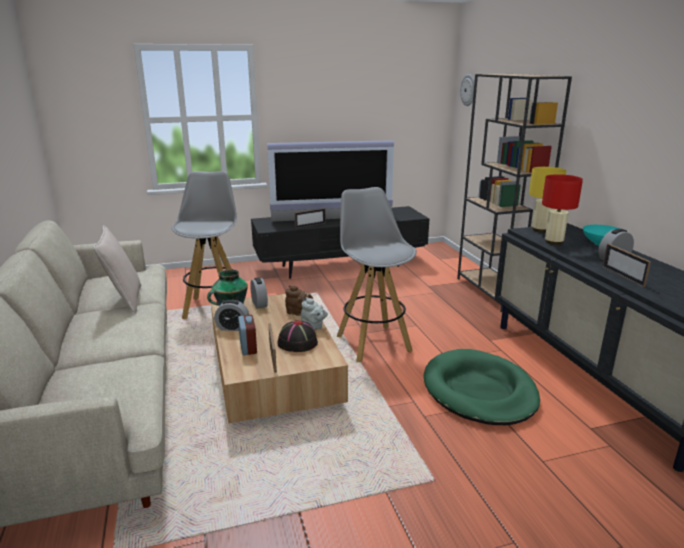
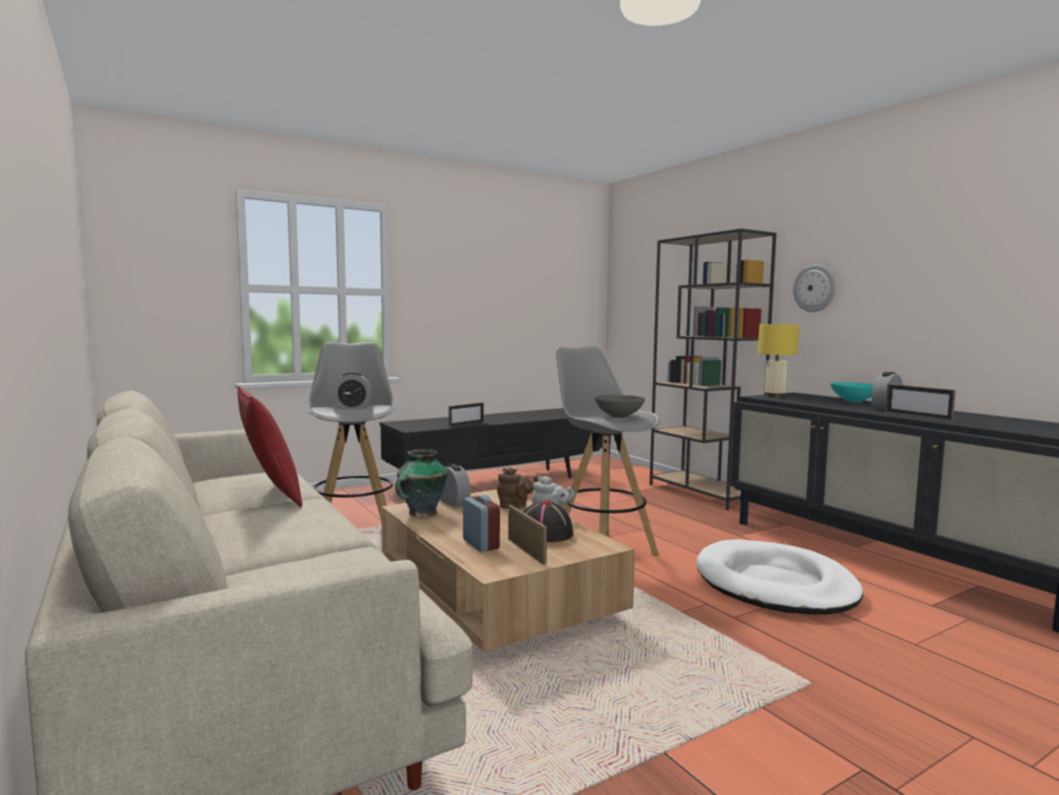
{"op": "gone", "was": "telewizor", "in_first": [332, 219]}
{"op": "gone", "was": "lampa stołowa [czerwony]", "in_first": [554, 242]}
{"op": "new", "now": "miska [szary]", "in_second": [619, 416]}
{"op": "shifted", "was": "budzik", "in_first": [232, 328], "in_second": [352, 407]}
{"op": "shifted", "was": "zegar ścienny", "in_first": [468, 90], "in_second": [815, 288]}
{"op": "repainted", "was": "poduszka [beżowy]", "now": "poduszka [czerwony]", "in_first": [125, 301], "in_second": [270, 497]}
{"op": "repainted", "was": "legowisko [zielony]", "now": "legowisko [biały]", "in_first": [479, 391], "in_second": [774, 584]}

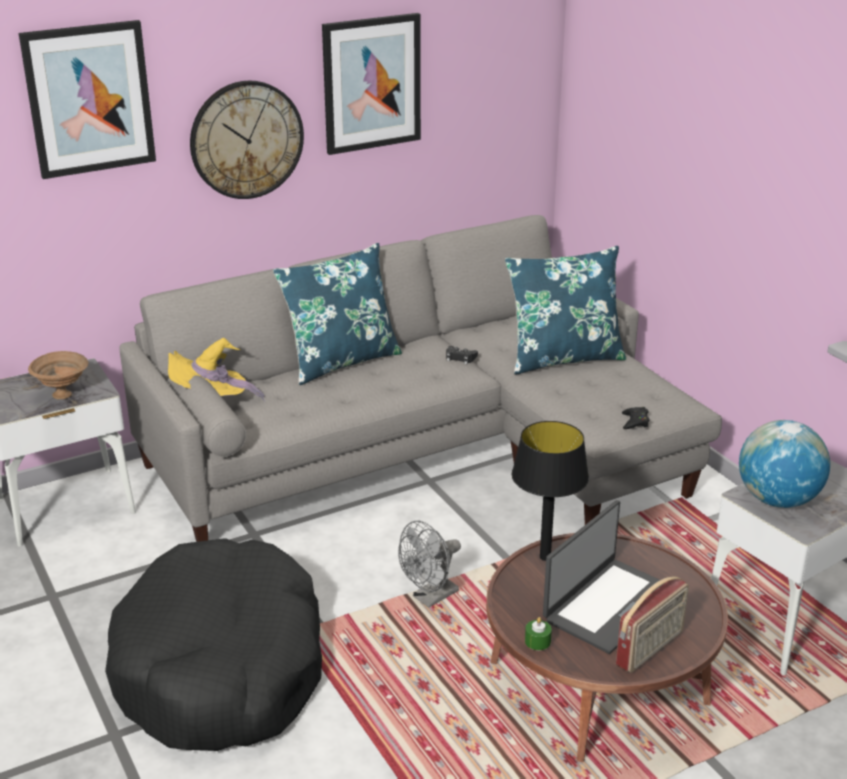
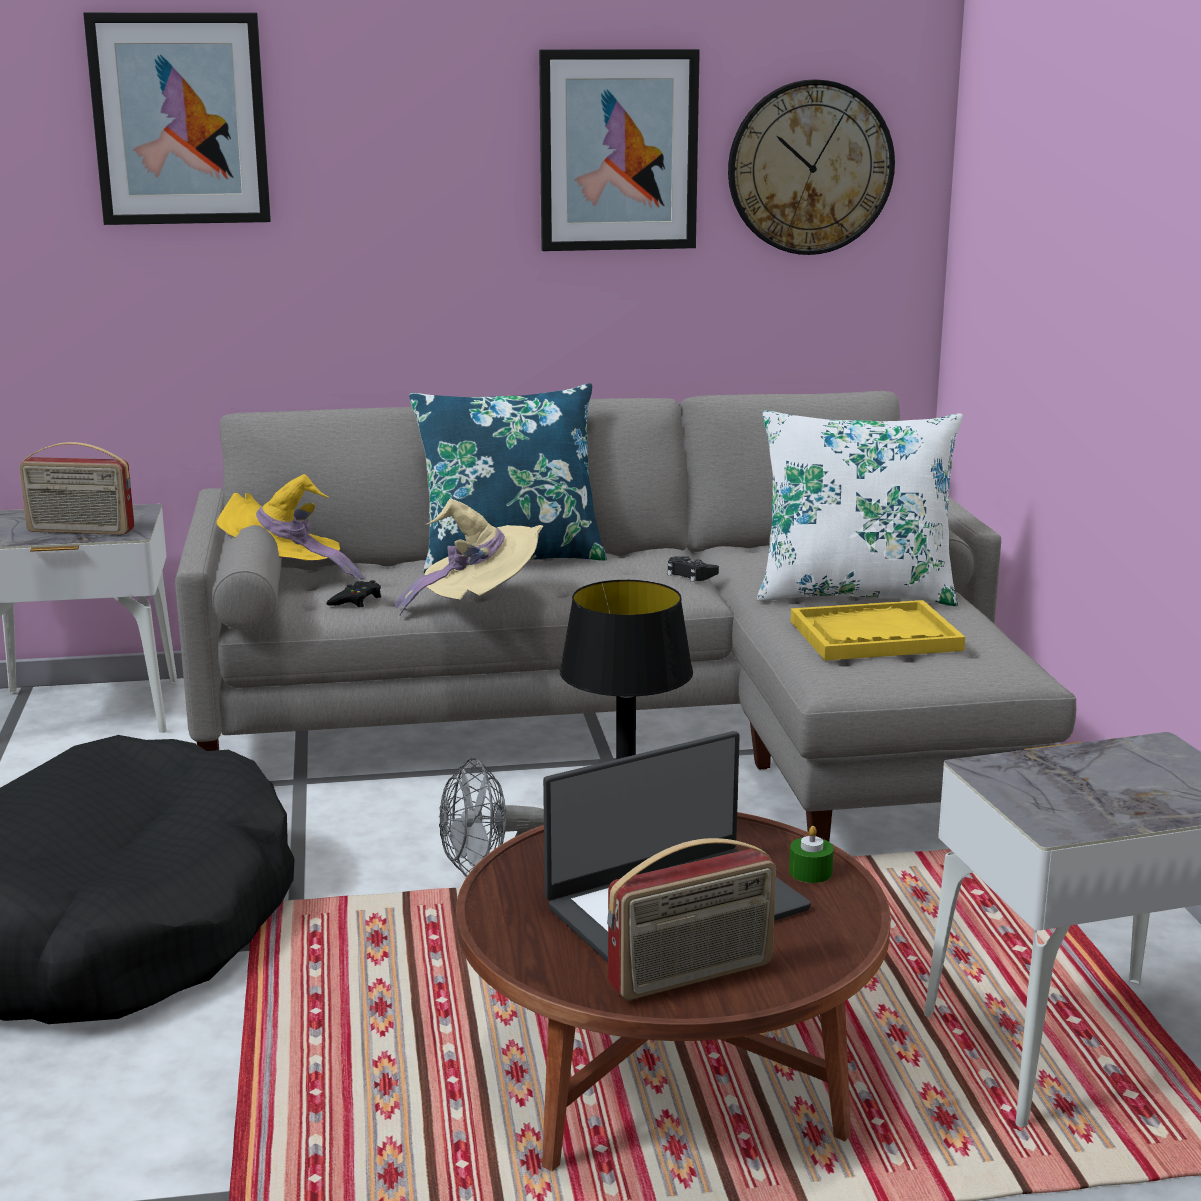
{"op": "gone", "was": "globus", "in_first": [777, 499]}
{"op": "new", "now": "kapelusz [beżowy]", "in_second": [479, 604]}
{"op": "new", "now": "taca [żółty]", "in_second": [874, 636]}
{"op": "shifted", "was": "zegar ścienny", "in_first": [246, 140], "in_second": [810, 168]}
{"op": "shifted", "was": "świeca [zielony]", "in_first": [537, 641], "in_second": [810, 872]}
{"op": "shifted", "was": "pad do gier [czarny]", "in_first": [635, 422], "in_second": [356, 601]}
{"op": "swapped", "was": "miska [brązowy]", "now": "radio", "in_first": [63, 395], "in_second": [80, 531]}
{"op": "repainted", "was": "poduszka [niebieski]", "now": "poduszka [biały]", "in_first": [563, 358], "in_second": [854, 593]}

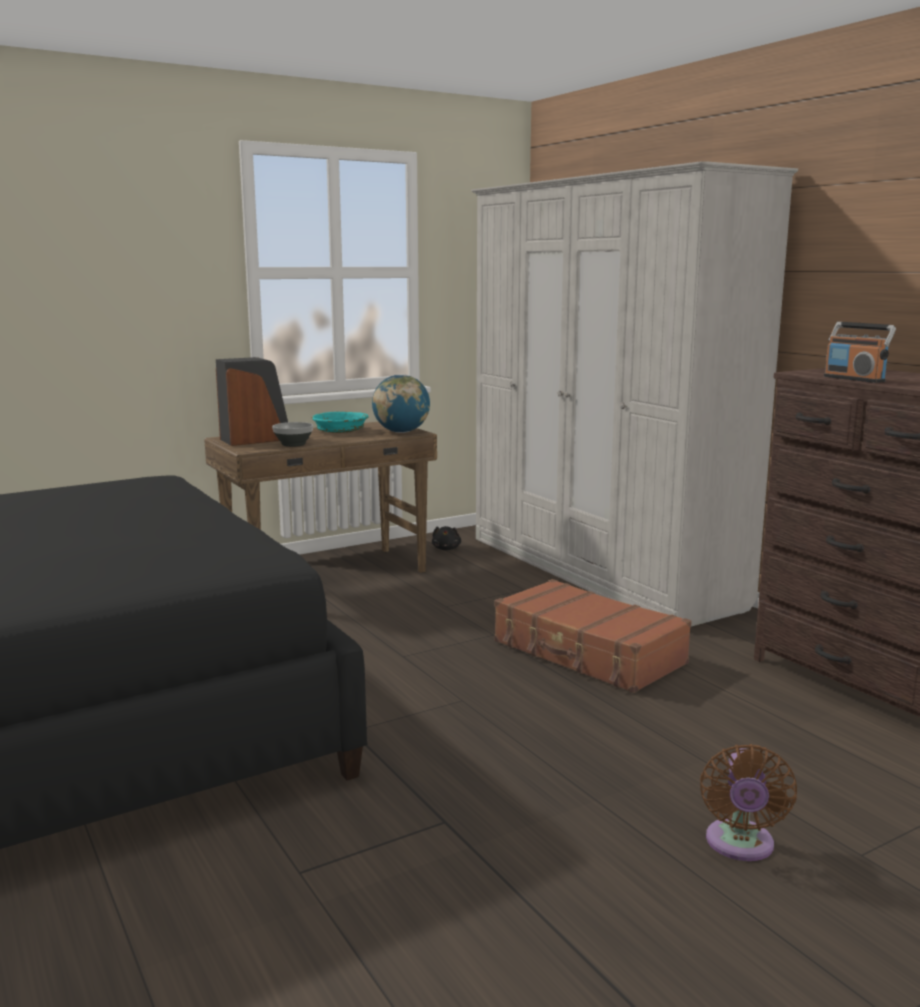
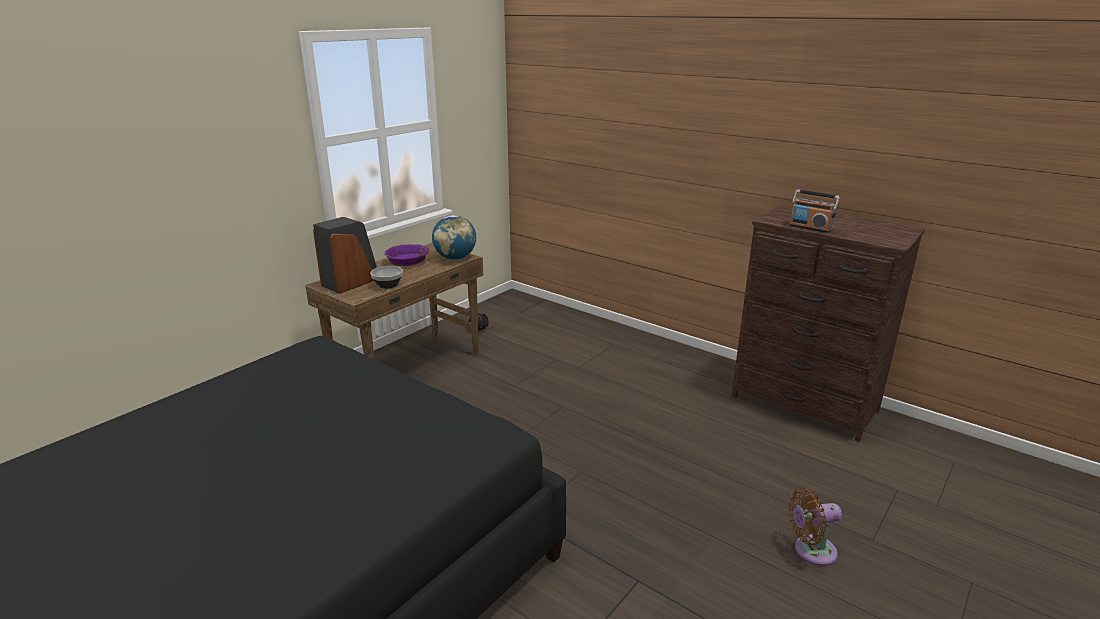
{"op": "gone", "was": "szafa [biały]", "in_first": [600, 571]}
{"op": "gone", "was": "walizka [brązowy]", "in_first": [588, 653]}
{"op": "repainted", "was": "miska [turkusowy]", "now": "miska [fioletowy]", "in_first": [340, 431], "in_second": [407, 262]}
{"op": "rotated", "was": "wentylator [brązowy]", "in_first": [740, 845], "in_second": [811, 551], "clockwise": 90}

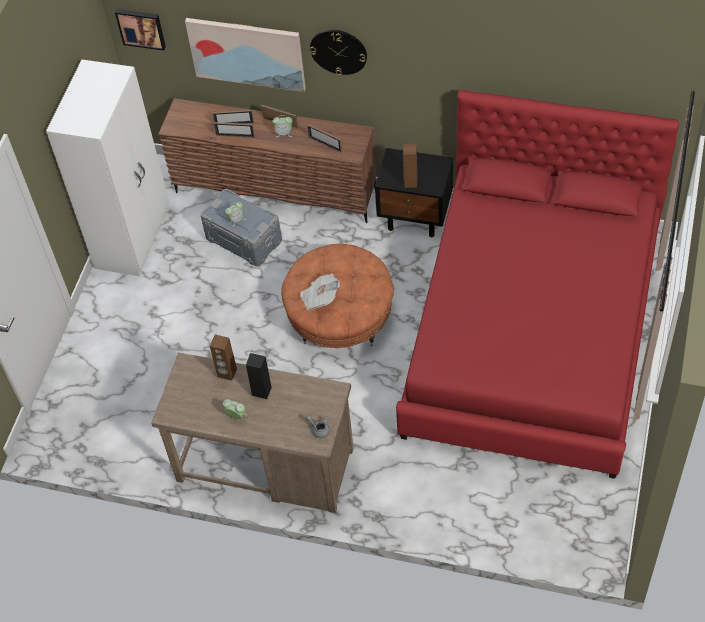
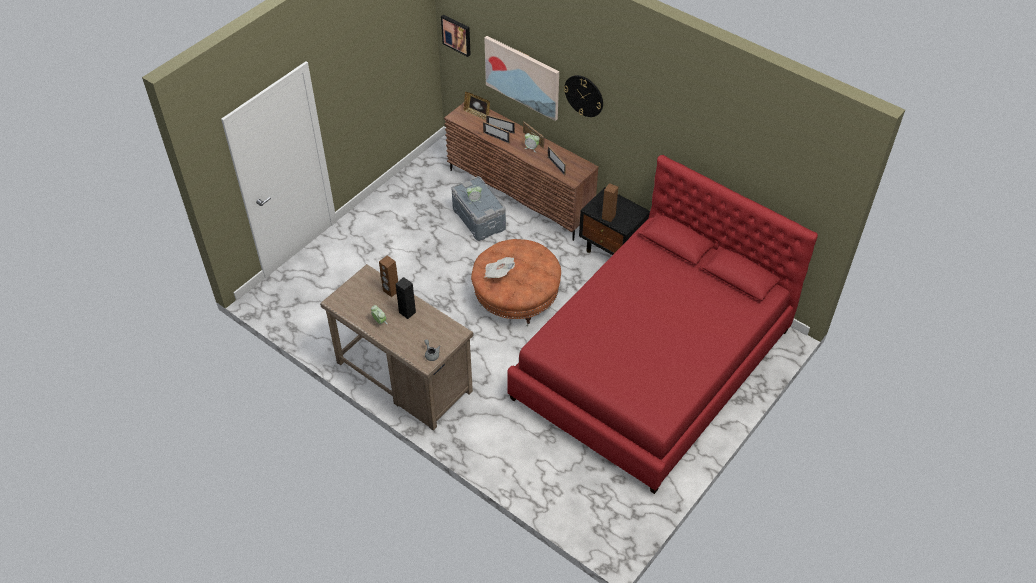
{"op": "gone", "was": "szafa [biały]", "in_first": [134, 237]}
{"op": "new", "now": "ramka na zdjęcie", "in_second": [477, 114]}

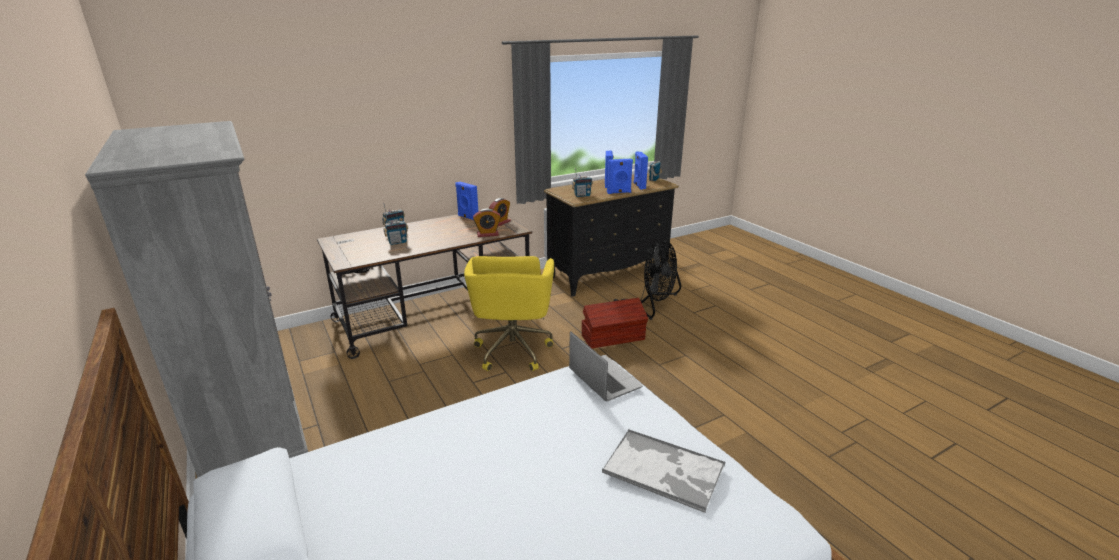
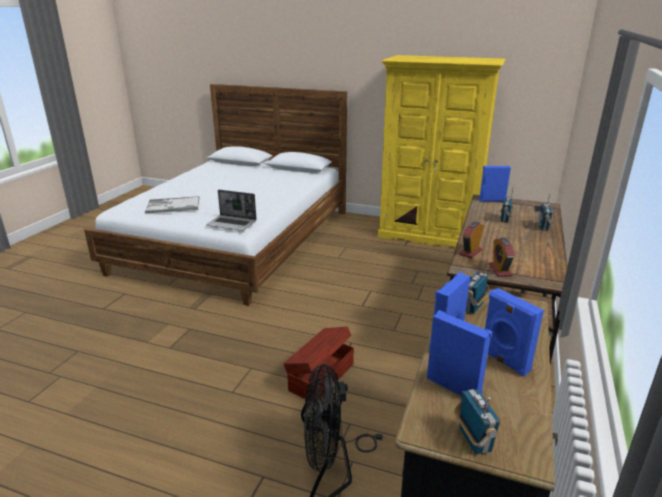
{"op": "gone", "was": "krzesło biurowe [żółty]", "in_first": [513, 349]}
{"op": "shifted", "was": "głośnik [niebieski]", "in_first": [467, 217], "in_second": [491, 200]}
{"op": "repainted", "was": "szafa [szary]", "now": "szafa [żółty]", "in_first": [253, 426], "in_second": [428, 234]}

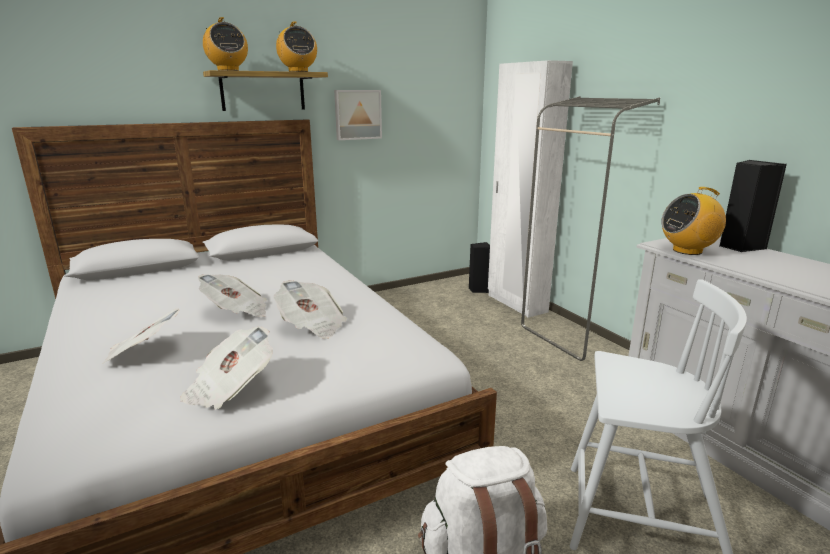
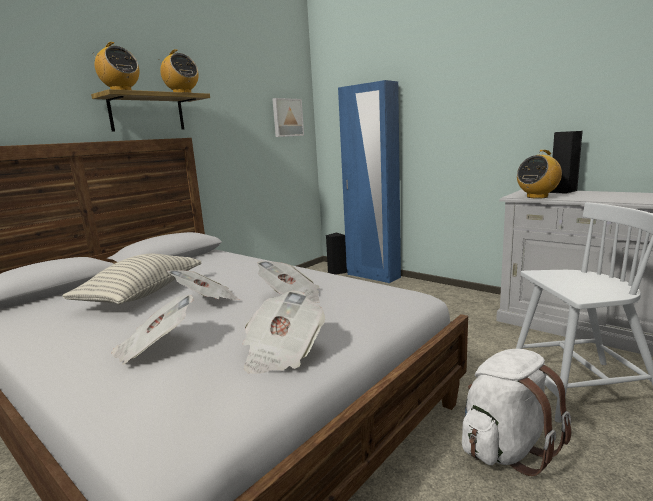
{"op": "gone", "was": "wieszak [szary]", "in_first": [569, 338]}
{"op": "new", "now": "poduszka", "in_second": [142, 294]}
{"op": "shifted", "was": "obraz", "in_first": [357, 114], "in_second": [287, 117]}
{"op": "repainted", "was": "szafa [biały]", "now": "szafa [niebieski]", "in_first": [516, 303], "in_second": [373, 276]}

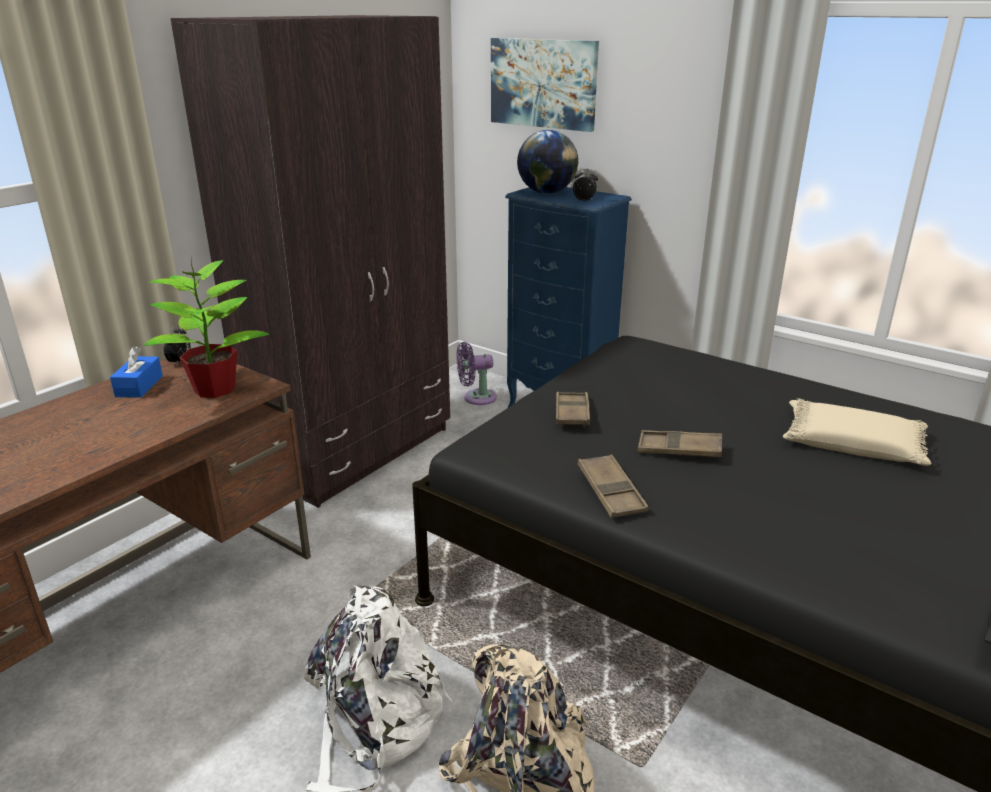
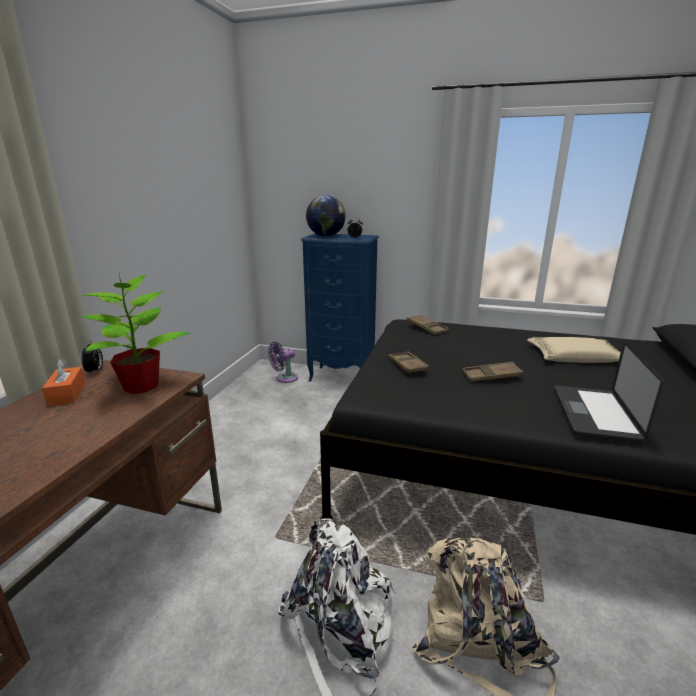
{"op": "gone", "was": "szafa [brązowy]", "in_first": [355, 451]}
{"op": "gone", "was": "obraz", "in_first": [543, 83]}
{"op": "new", "now": "laptop", "in_second": [594, 414]}
{"op": "shifted", "was": "taca [brązowy]", "in_first": [611, 491], "in_second": [427, 328]}
{"op": "repainted", "was": "pudełko chusteczek [niebieski]", "now": "pudełko chusteczek [pomarańczowy]", "in_first": [139, 386], "in_second": [67, 394]}

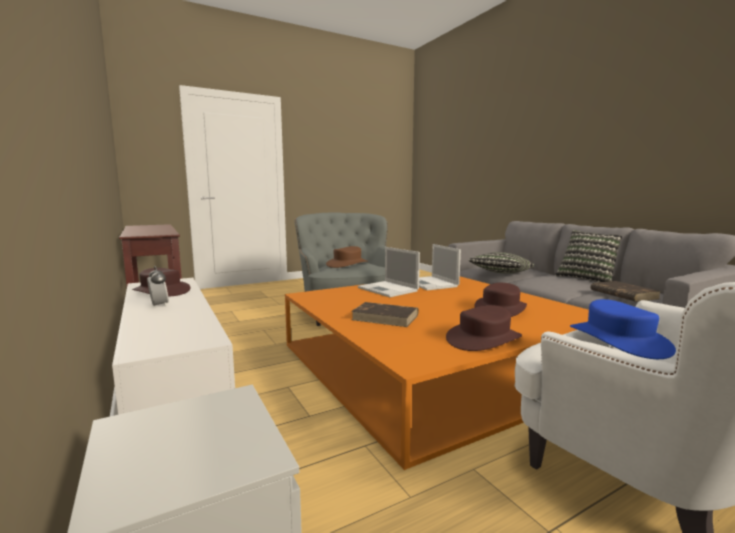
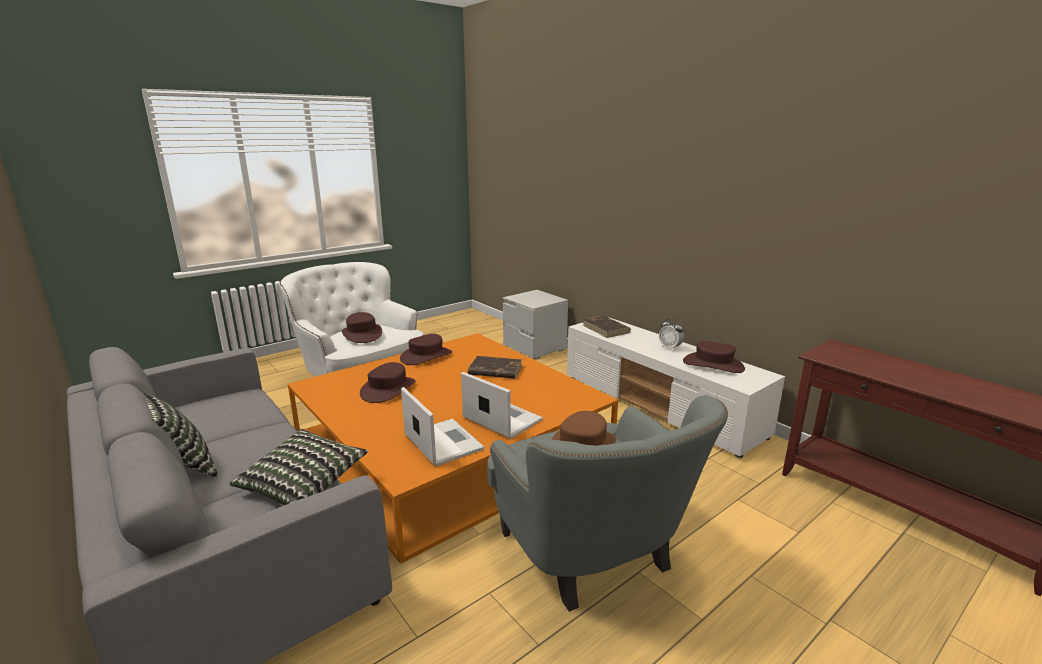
{"op": "shifted", "was": "książka [brązowy]", "in_first": [623, 294], "in_second": [606, 329]}
{"op": "repainted", "was": "kapelusz [niebieski]", "now": "kapelusz [brązowy]", "in_first": [618, 340], "in_second": [362, 334]}

